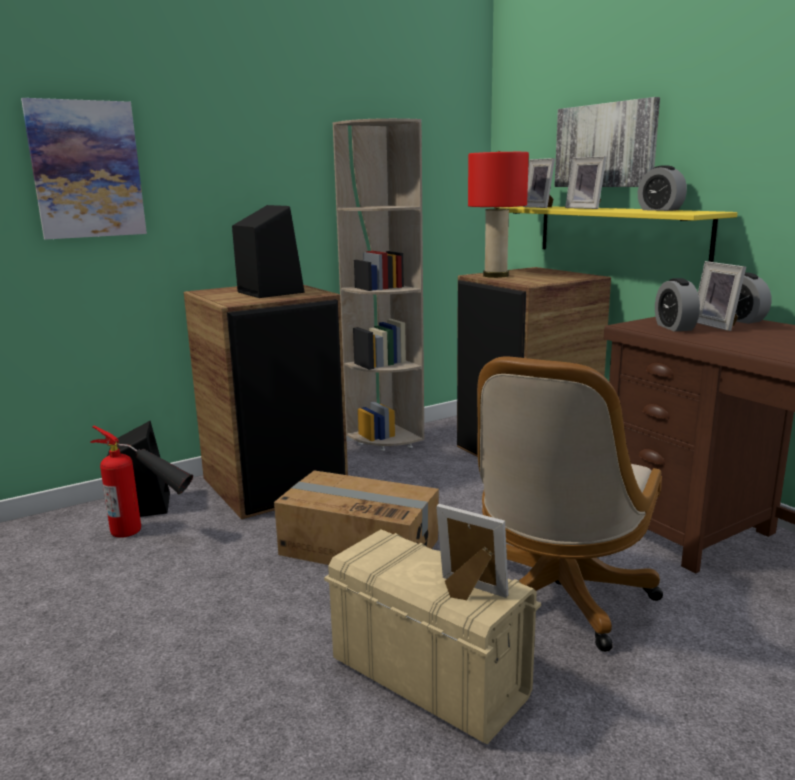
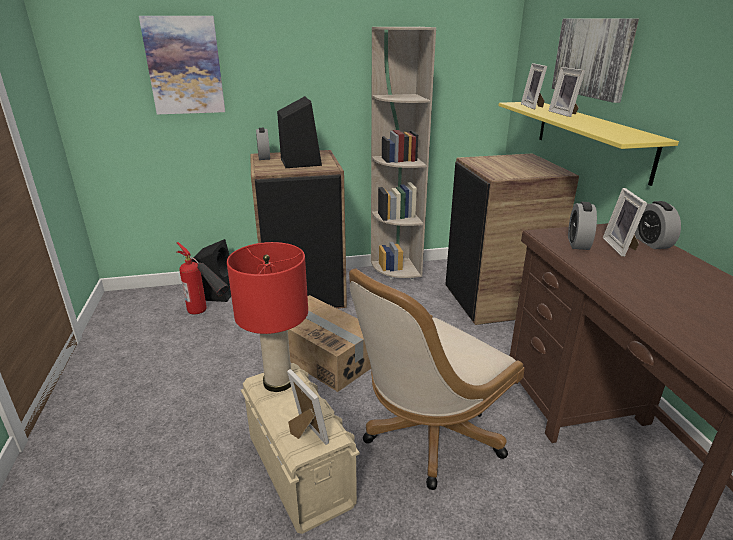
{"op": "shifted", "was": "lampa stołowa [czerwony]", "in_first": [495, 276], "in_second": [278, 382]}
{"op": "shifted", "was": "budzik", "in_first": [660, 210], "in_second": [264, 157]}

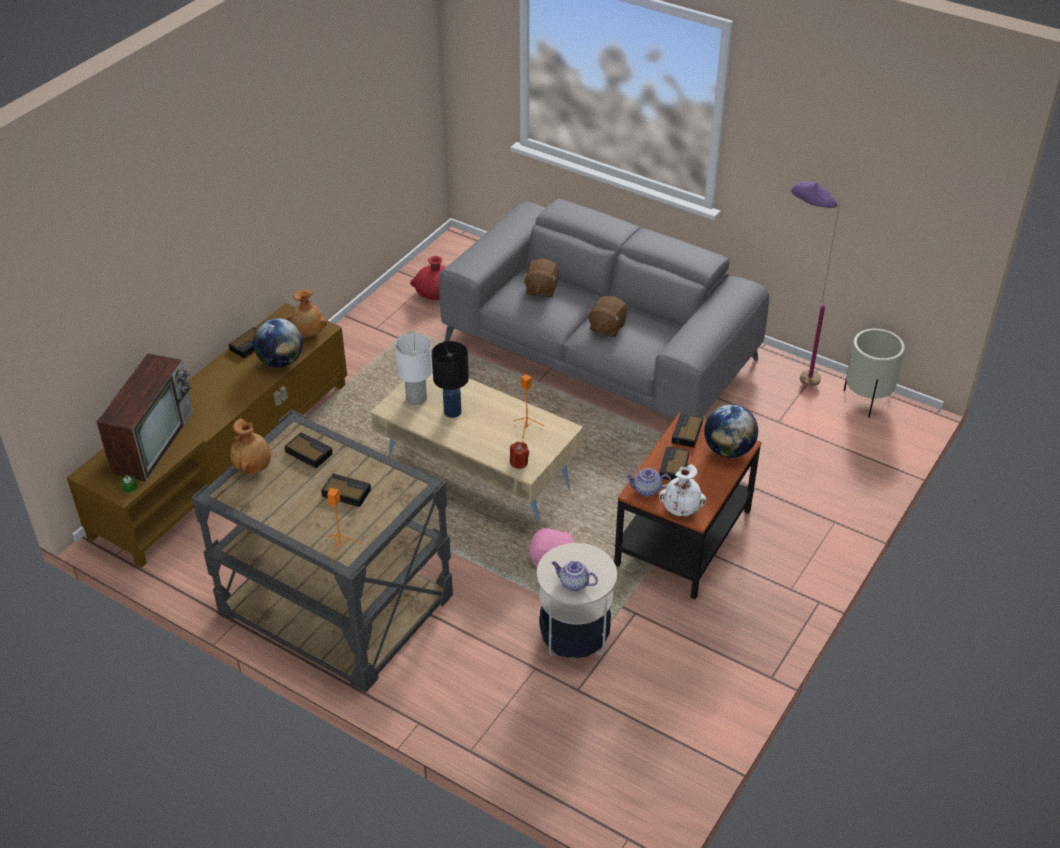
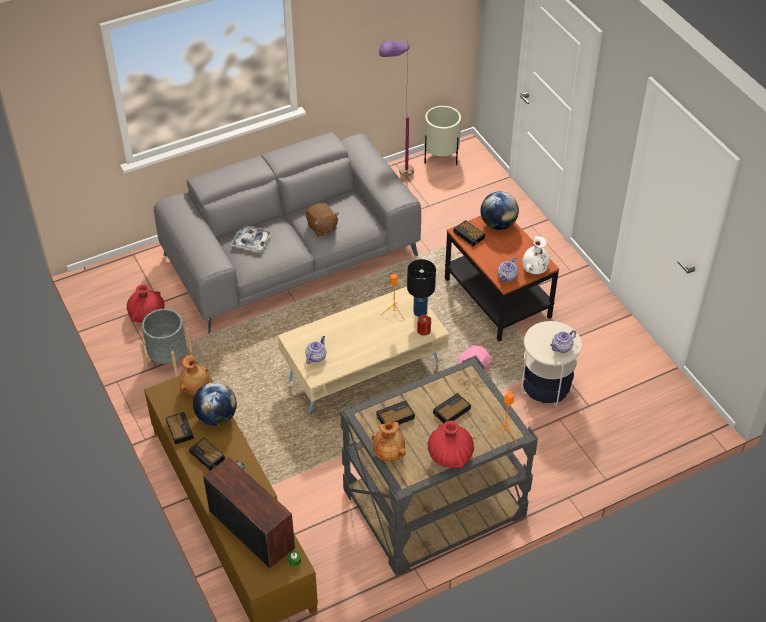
{"op": "new", "now": "donica [szary]", "in_second": [168, 359]}
{"op": "new", "now": "wazon [czerwony]", "in_second": [450, 455]}
{"op": "shifted", "was": "lampa stołowa [czarny]", "in_first": [453, 412], "in_second": [420, 311]}
{"op": "shifted", "was": "budzik", "in_first": [673, 467], "in_second": [207, 456]}
{"op": "swapped", "was": "lampa stołowa [biały]", "now": "imbryk", "in_first": [417, 398], "in_second": [316, 356]}
{"op": "swapped", "was": "pluszak [brązowy]", "now": "taca", "in_first": [541, 289], "in_second": [251, 242]}

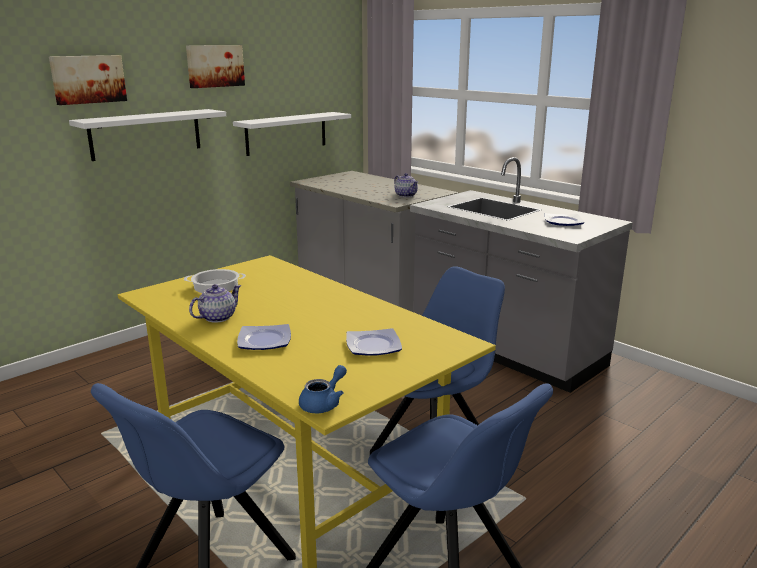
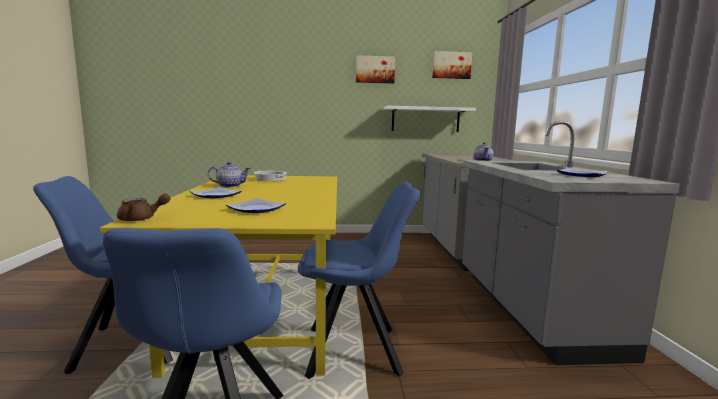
{"op": "gone", "was": "półka [biały]", "in_first": [146, 134]}
{"op": "shifted", "was": "obraz", "in_first": [88, 79], "in_second": [451, 65]}
{"op": "repainted", "was": "imbryk [niebieski]", "now": "imbryk [brązowy]", "in_first": [324, 403], "in_second": [141, 219]}

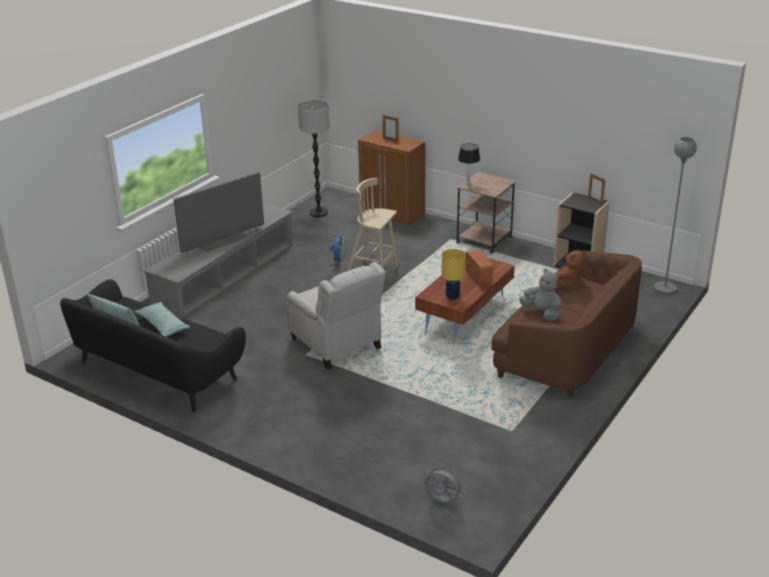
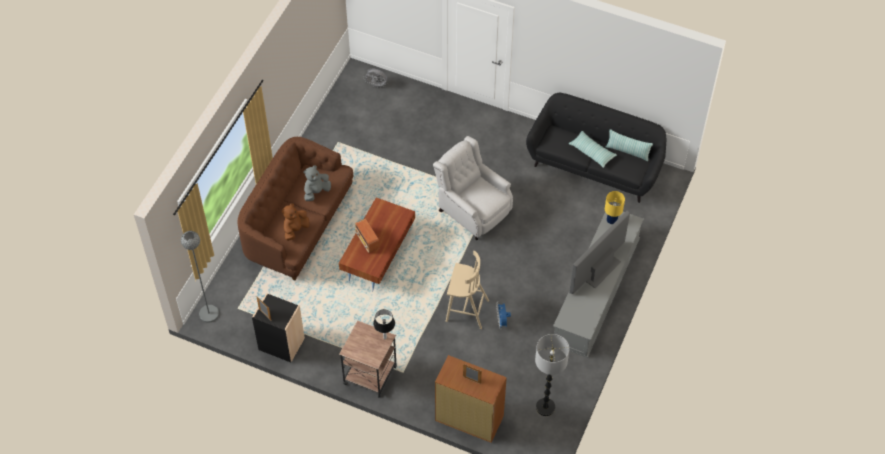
{"op": "shifted", "was": "lampa stołowa [żółty]", "in_first": [452, 297], "in_second": [612, 220]}
{"op": "rotated", "was": "pluszak [szary]", "in_first": [542, 313], "in_second": [316, 192], "clockwise": 105}

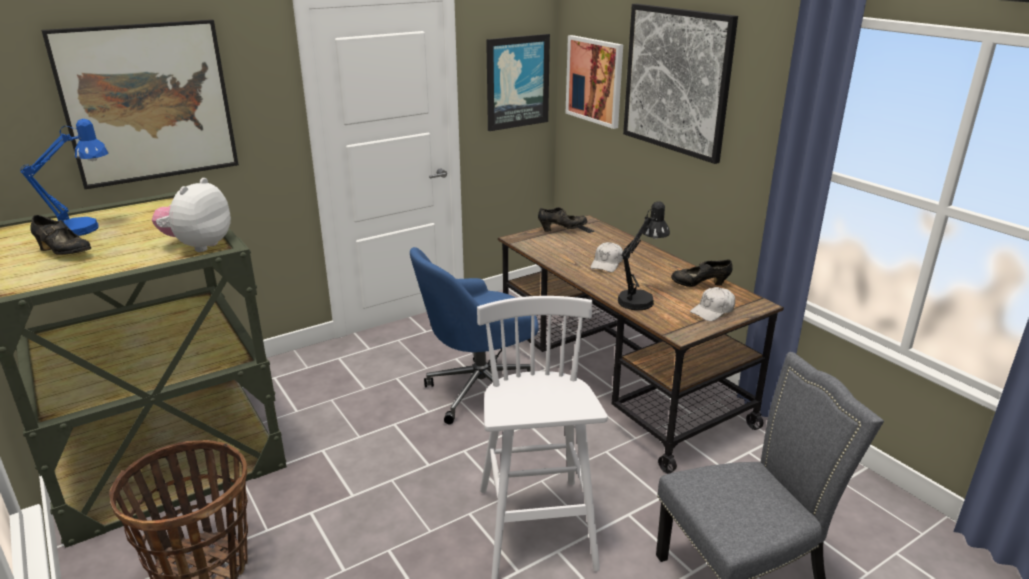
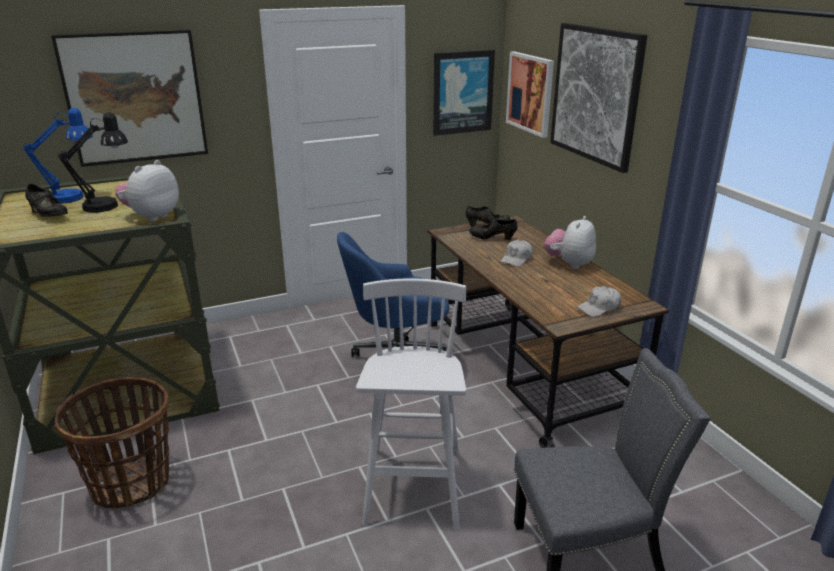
{"op": "new", "now": "pluszak", "in_second": [569, 264]}
{"op": "shifted", "was": "lampa stołowa [czarny]", "in_first": [640, 299], "in_second": [108, 205]}
{"op": "shifted", "was": "but [czarny]", "in_first": [699, 285], "in_second": [492, 239]}

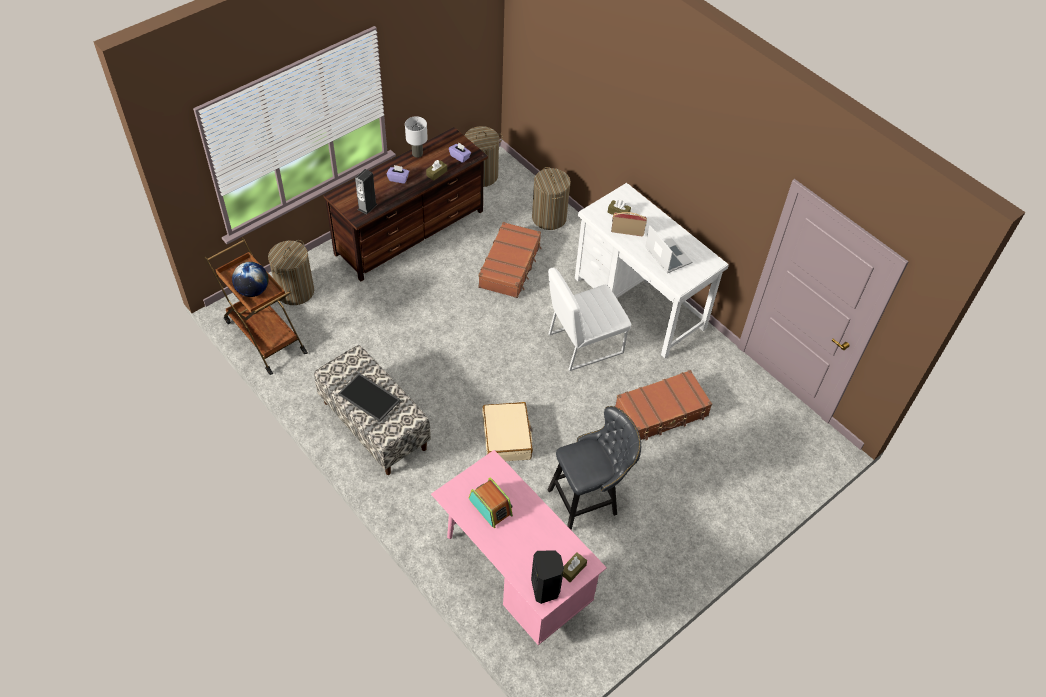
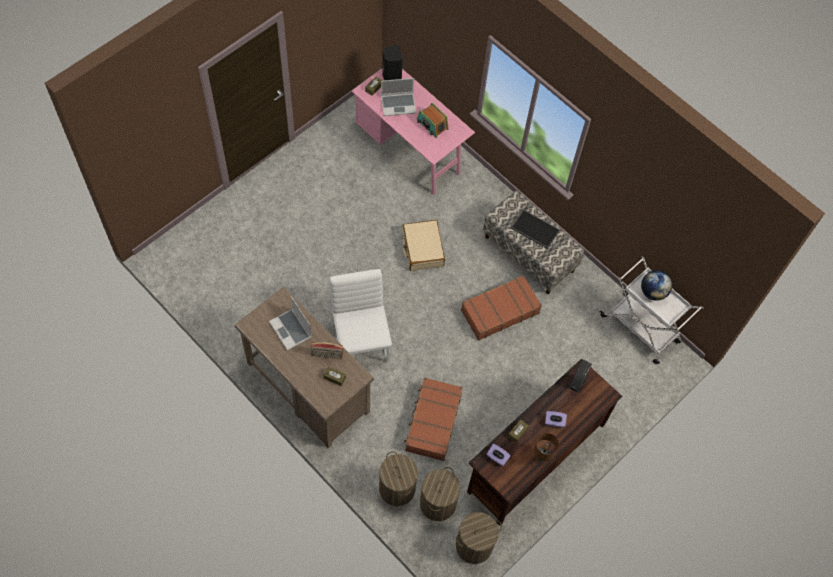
{"op": "gone", "was": "stołek [szary]", "in_first": [590, 499]}
{"op": "new", "now": "laptop", "in_second": [398, 104]}
{"op": "shifted", "was": "kosz na pranie", "in_first": [295, 291], "in_second": [438, 503]}
{"op": "shifted", "was": "walizka [brązowy]", "in_first": [662, 412], "in_second": [499, 311]}
{"op": "repainted", "was": "wózek [brązowy]", "now": "wózek [biały]", "in_first": [265, 337], "in_second": [640, 329]}
{"op": "repainted", "was": "lampa stołowa [biały]", "now": "lampa stołowa [brązowy]", "in_first": [418, 154], "in_second": [541, 458]}
{"op": "repainted", "was": "biurko [biały]", "now": "biurko [brązowy]", "in_first": [640, 302], "in_second": [307, 387]}
{"op": "rotated", "was": "krzesło [biały]", "in_first": [583, 343], "in_second": [361, 339], "clockwise": -75}

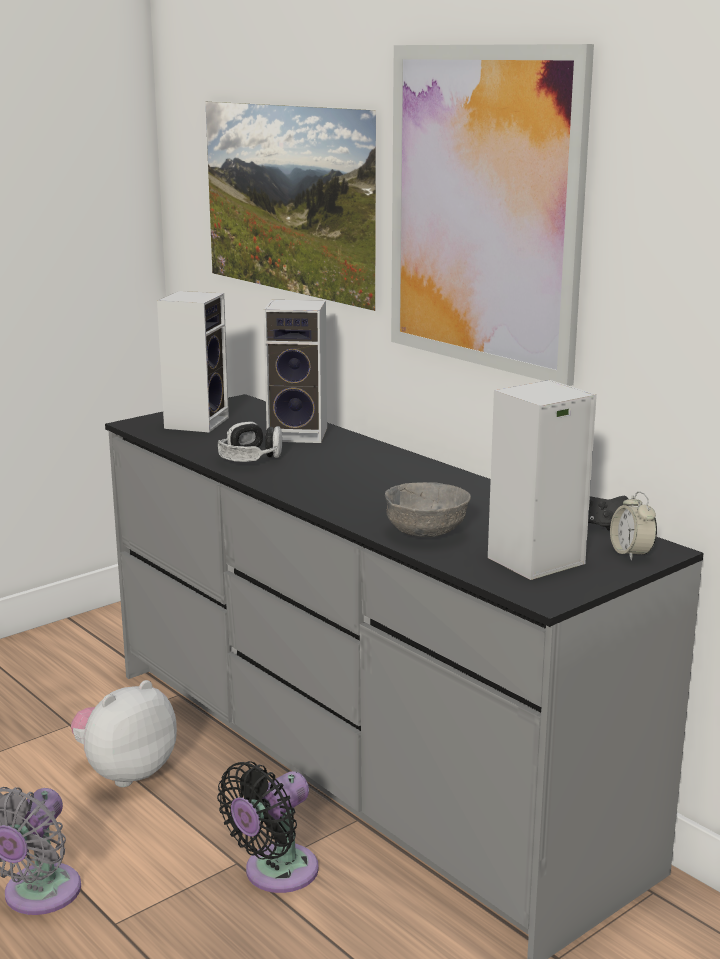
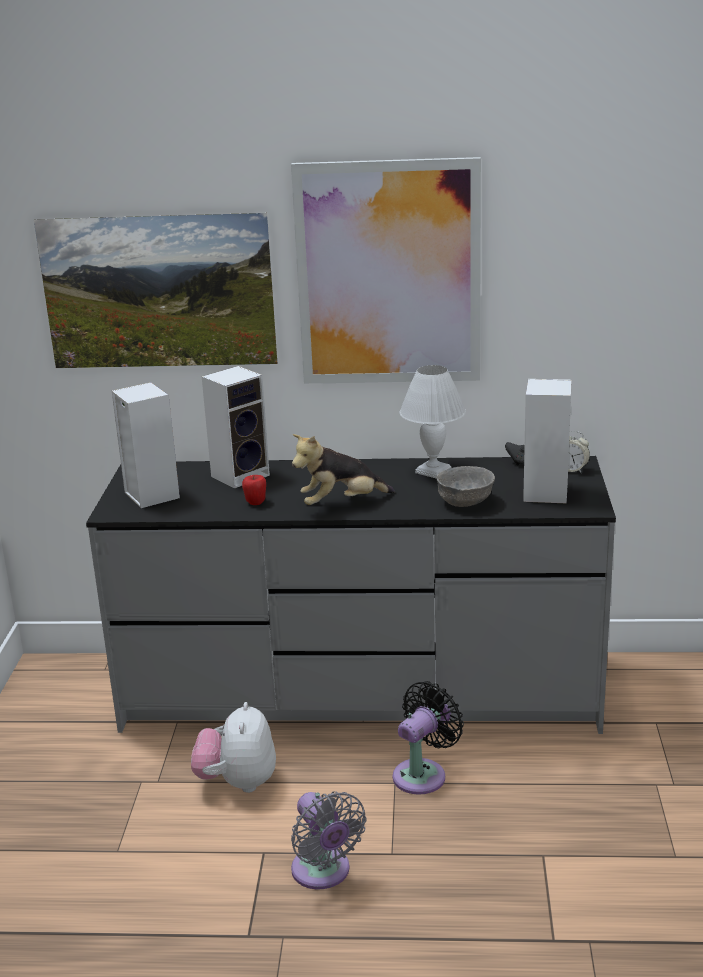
{"op": "new", "now": "pluszak", "in_second": [341, 503]}
{"op": "new", "now": "lampa stołowa [biały]", "in_second": [434, 471]}
{"op": "swapped", "was": "słuchawki", "now": "jabłko", "in_first": [251, 457], "in_second": [255, 502]}
{"op": "rotated", "was": "wentylator [czarny]", "in_first": [275, 873], "in_second": [423, 774], "clockwise": -135}

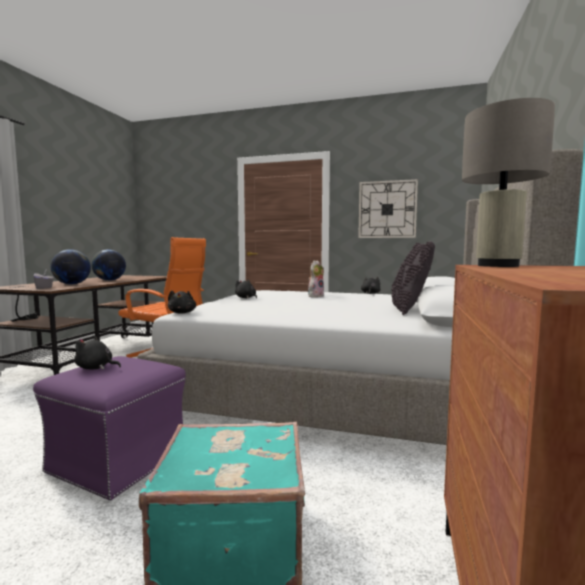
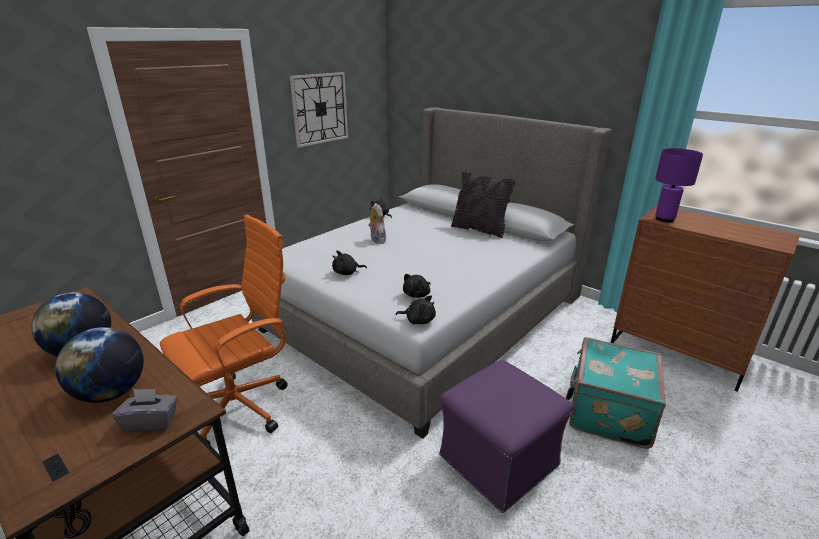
{"op": "shifted", "was": "pluszak [czarny]", "in_first": [96, 368], "in_second": [417, 295]}
{"op": "repainted", "was": "lampa stołowa [szary]", "now": "lampa stołowa [fioletowy]", "in_first": [499, 266], "in_second": [664, 219]}

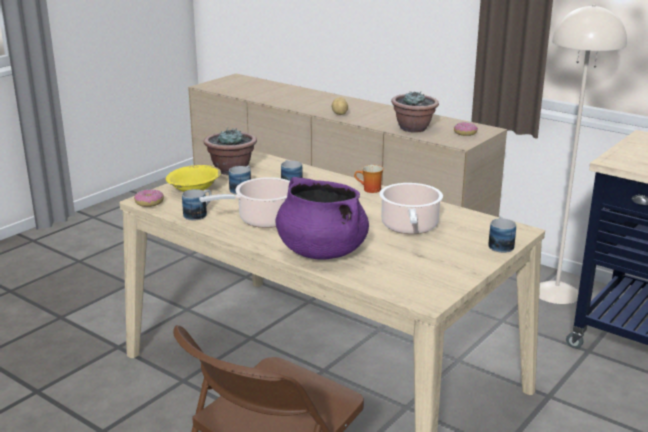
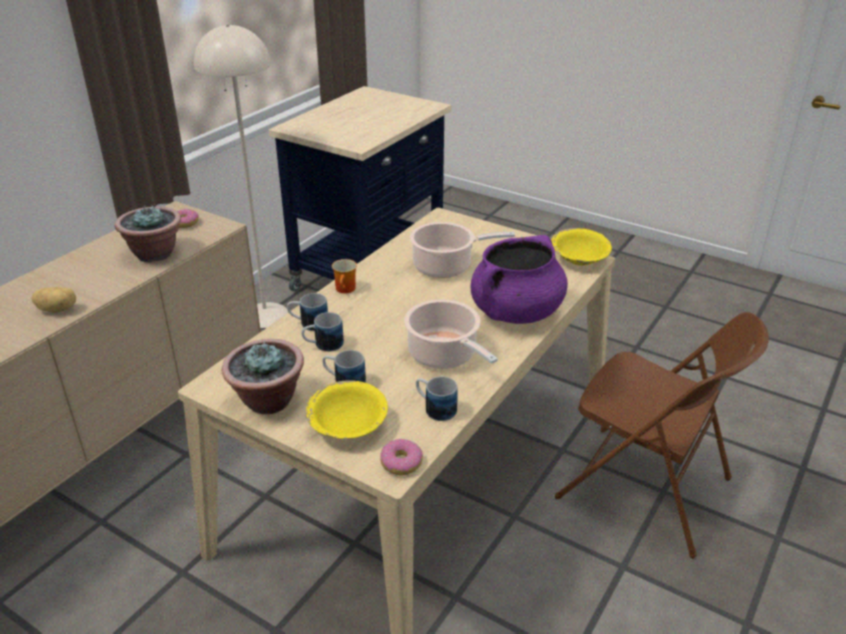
{"op": "new", "now": "miska [żółty]", "in_second": [579, 259]}
{"op": "shifted", "was": "kubek", "in_first": [500, 244], "in_second": [308, 323]}

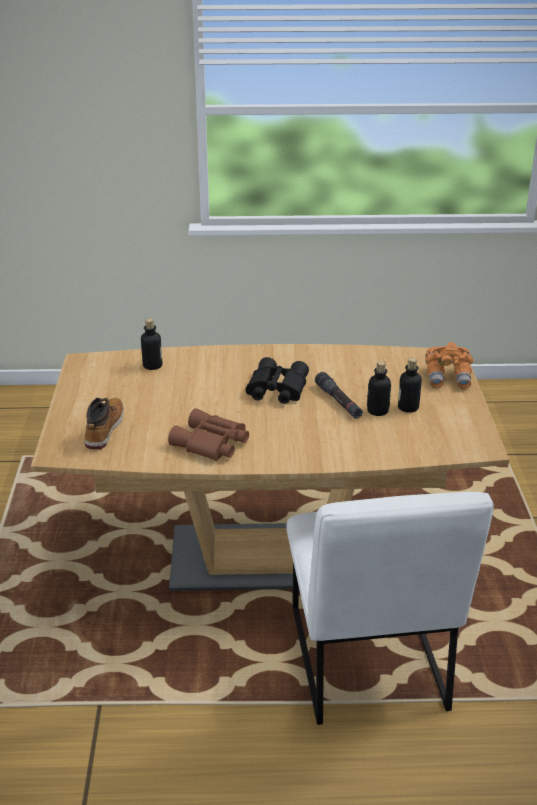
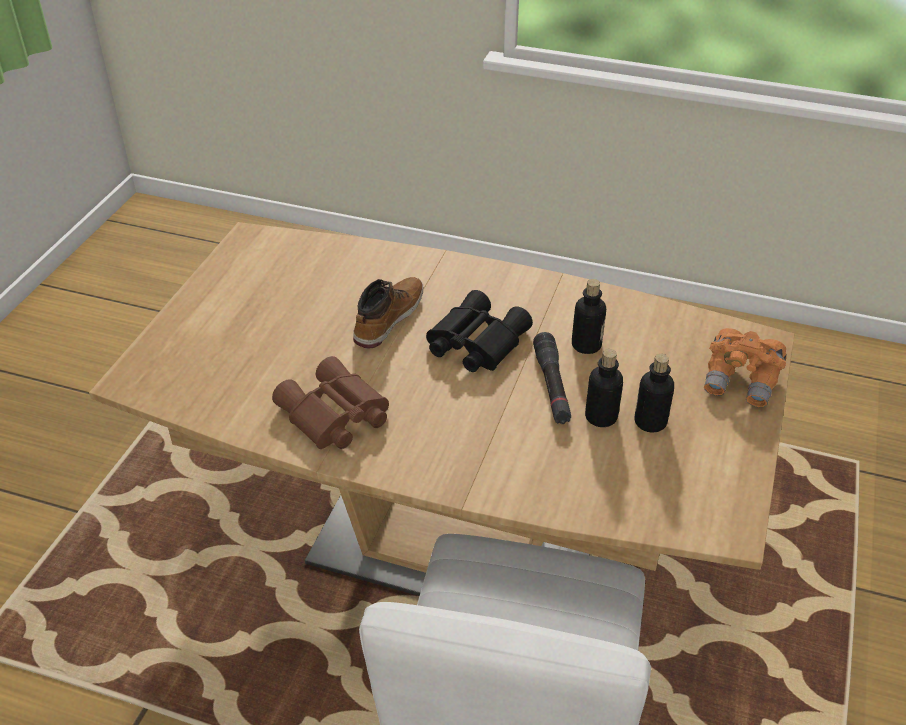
{"op": "shifted", "was": "but z cholewką", "in_first": [104, 429], "in_second": [388, 318]}
{"op": "shifted", "was": "butelka", "in_first": [152, 365], "in_second": [586, 345]}

